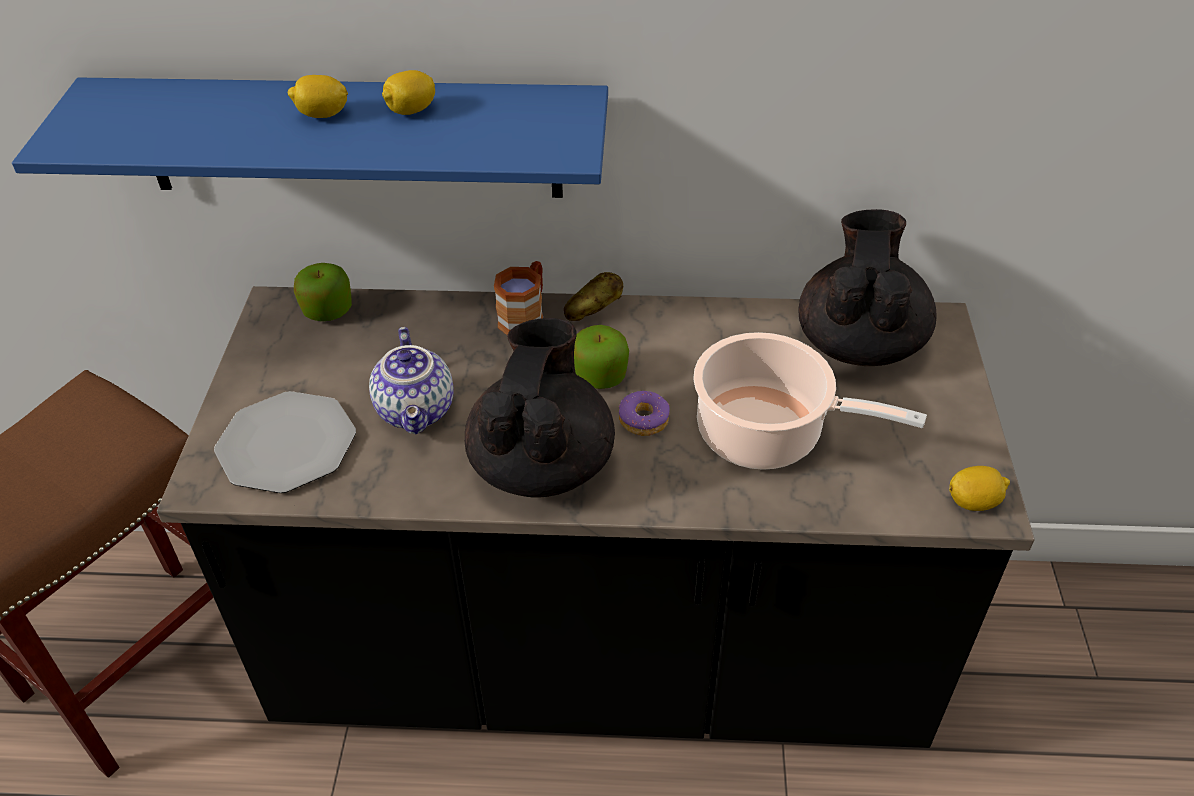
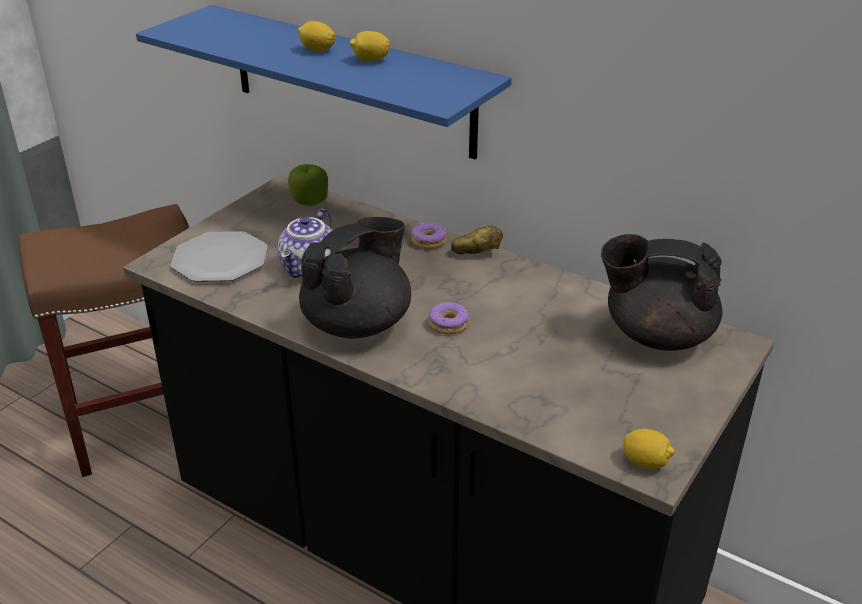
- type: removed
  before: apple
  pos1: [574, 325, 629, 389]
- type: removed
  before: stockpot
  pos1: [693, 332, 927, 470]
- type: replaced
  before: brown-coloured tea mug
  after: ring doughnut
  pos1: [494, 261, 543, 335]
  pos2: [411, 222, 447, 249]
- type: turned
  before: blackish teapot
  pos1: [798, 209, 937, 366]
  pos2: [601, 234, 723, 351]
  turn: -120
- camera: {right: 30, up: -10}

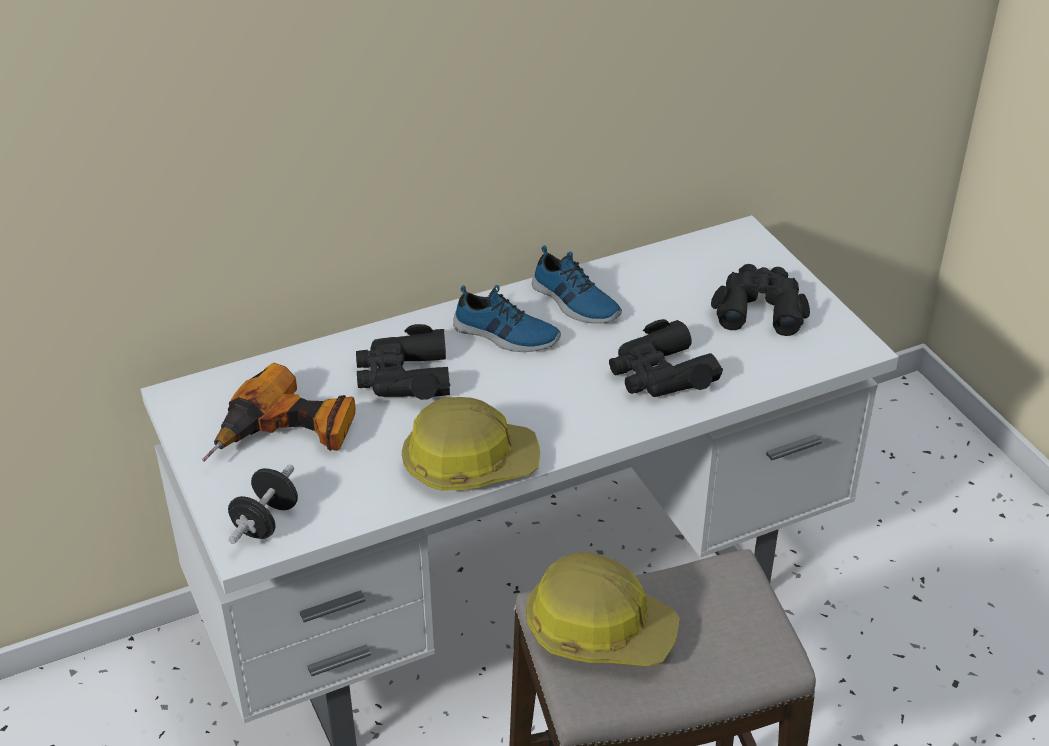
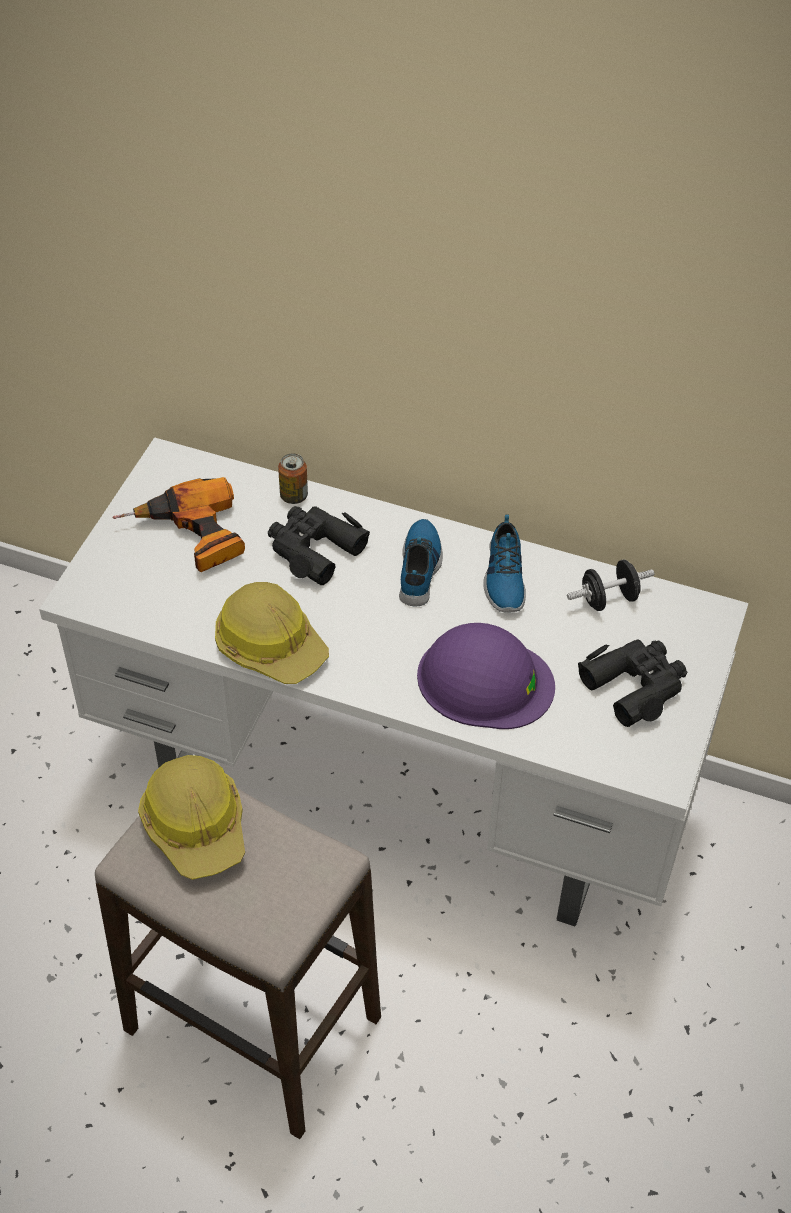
- type: added
  after: can
  pos2: [278, 454, 308, 504]
- type: moved
  before: blackish free weight
  pos1: [228, 465, 298, 544]
  pos2: [567, 560, 654, 611]
- type: replaced
  before: blackish binoculars
  after: purplish hard hat
  pos1: [609, 319, 723, 397]
  pos2: [417, 623, 555, 729]
- type: turned
  before: low shoe
  pos1: [453, 285, 561, 352]
  pos2: [399, 519, 443, 607]
  turn: -150
- camera: {right: 45, up: 10}

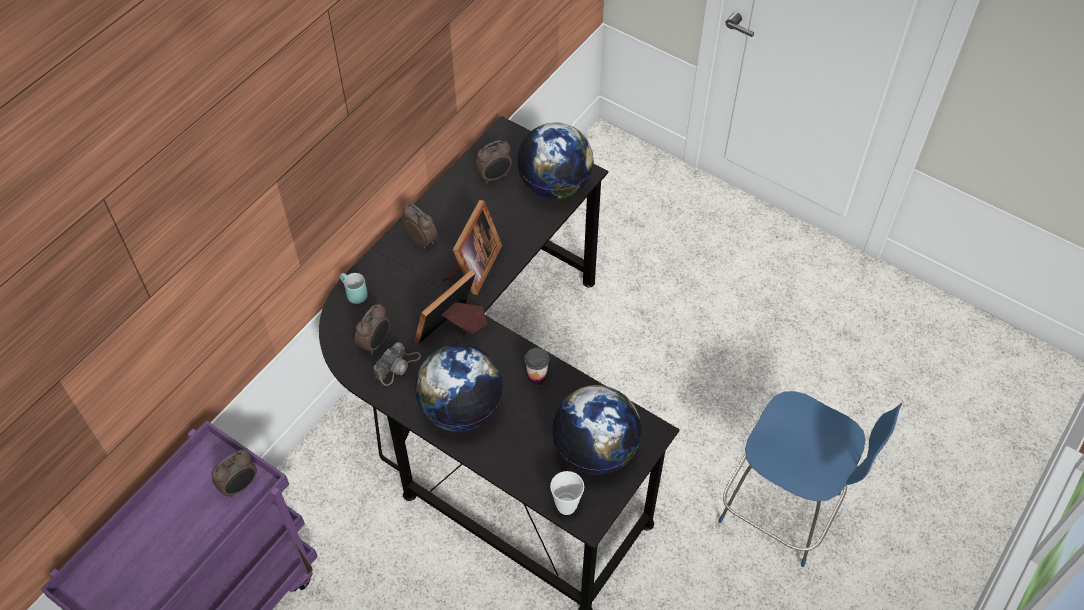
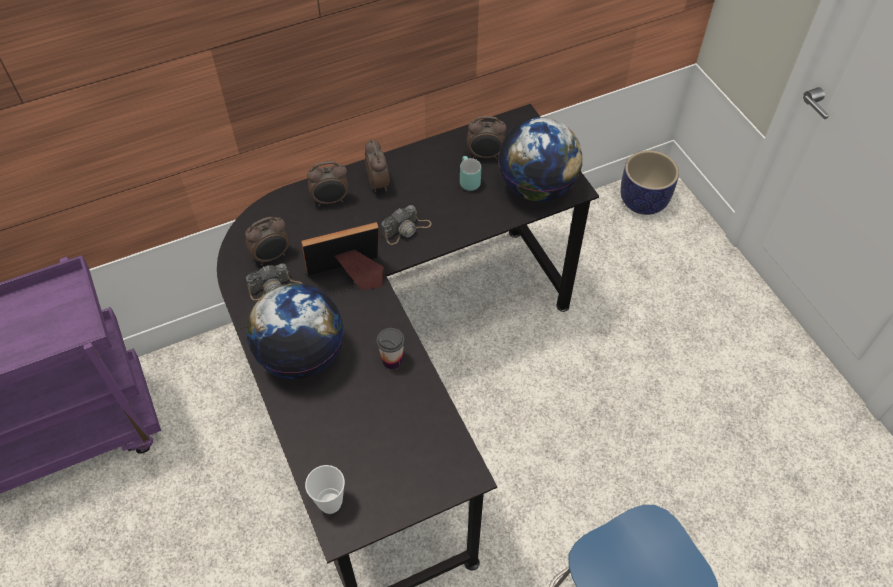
- type: removed
  before: globe
  pos1: [552, 385, 642, 475]
- type: added
  after: planter
  pos2: [620, 150, 679, 215]
- type: moved
  before: alarm clock
  pos1: [212, 450, 257, 498]
  pos2: [307, 161, 348, 206]
- type: moved
  before: turquoise tea mug
  pos1: [340, 273, 368, 304]
  pos2: [460, 156, 481, 191]
- type: replaced
  before: photo frame
  after: still camera
  pos1: [444, 200, 502, 295]
  pos2: [381, 205, 432, 245]
- camera: {right: 30, up: 0}

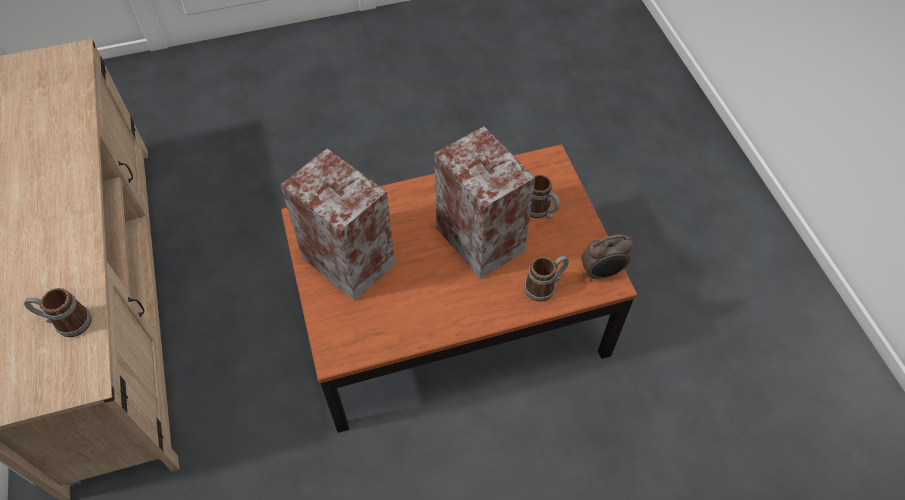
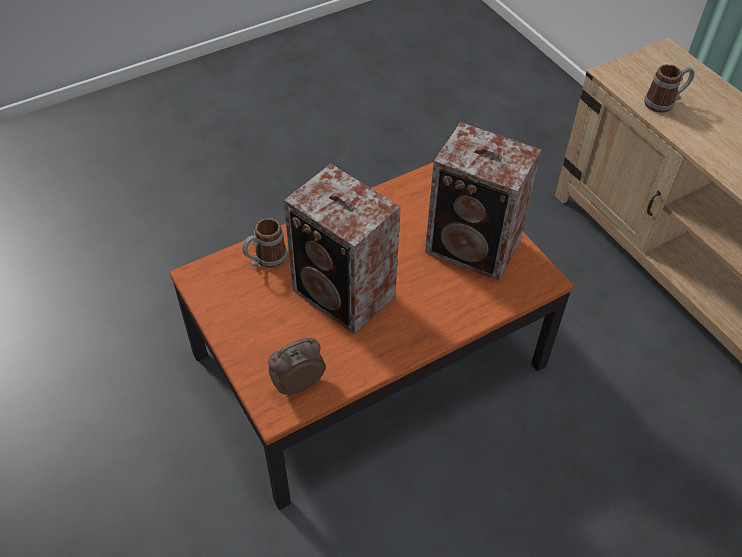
- type: removed
  before: tea mug
  pos1: [530, 175, 560, 219]
- type: moved
  before: alarm clock
  pos1: [581, 234, 633, 281]
  pos2: [268, 337, 326, 397]
- camera: {right: 165, up: -5}

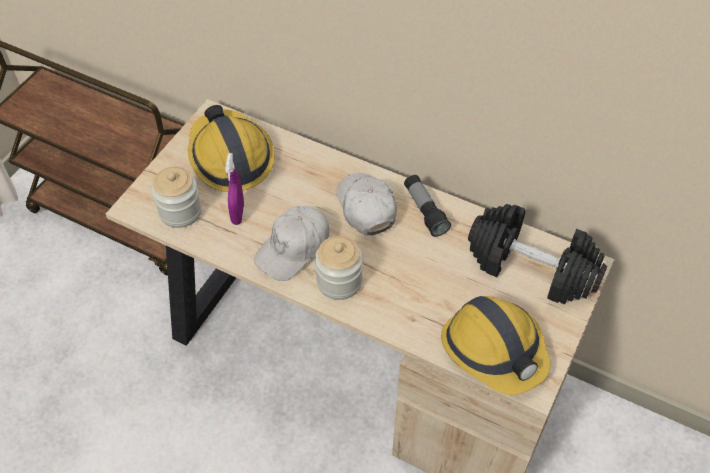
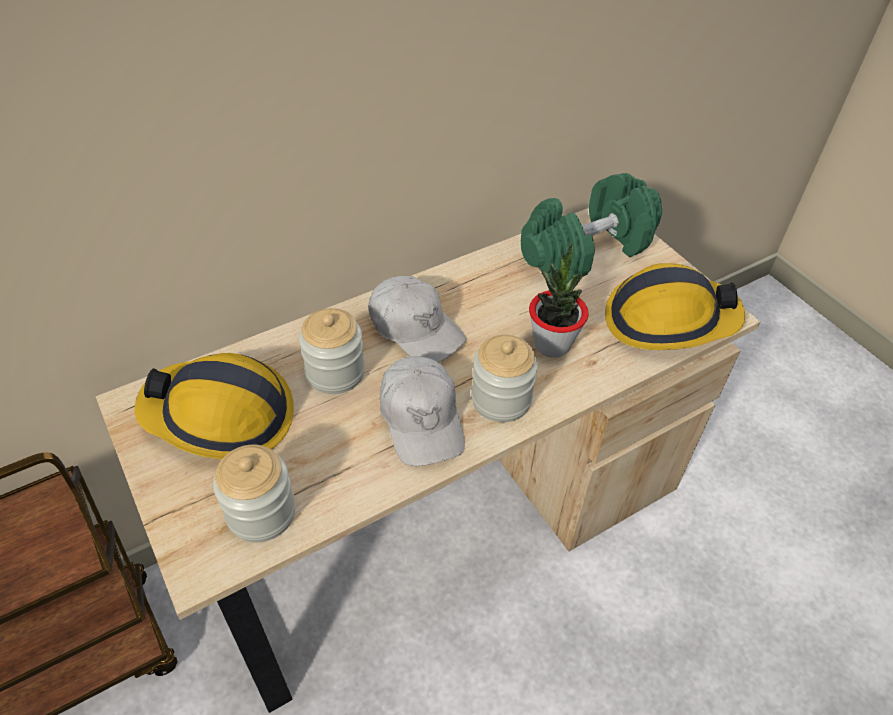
- type: removed
  before: purplish sprayer
  pos1: [225, 153, 244, 225]
- type: removed
  before: hand torch
  pos1: [404, 175, 451, 237]
- type: added
  after: storage jar
  pos2: [299, 308, 365, 394]
- type: added
  after: potted plant
  pos2: [529, 243, 589, 358]
- type: recoloured
  before: blackish free weight
  after: green free weight
  pos1: [468, 204, 607, 304]
  pos2: [521, 173, 662, 283]
- type: turned
  before: white cap
  pos1: [337, 173, 397, 236]
  pos2: [368, 276, 466, 363]
  turn: -150
- camera: {right: -60, up: -5}

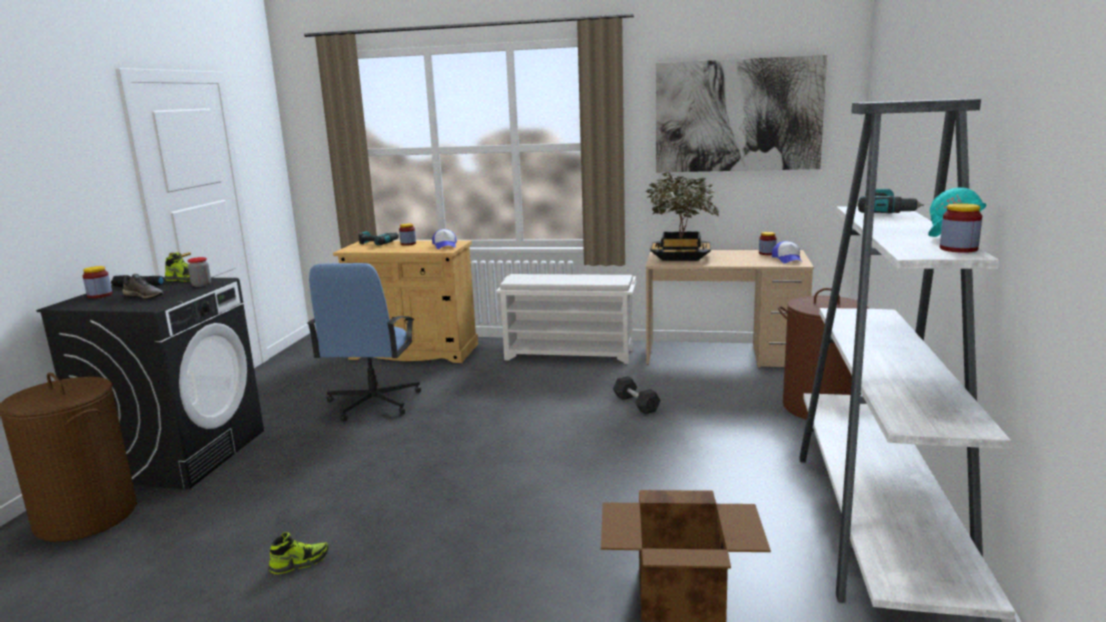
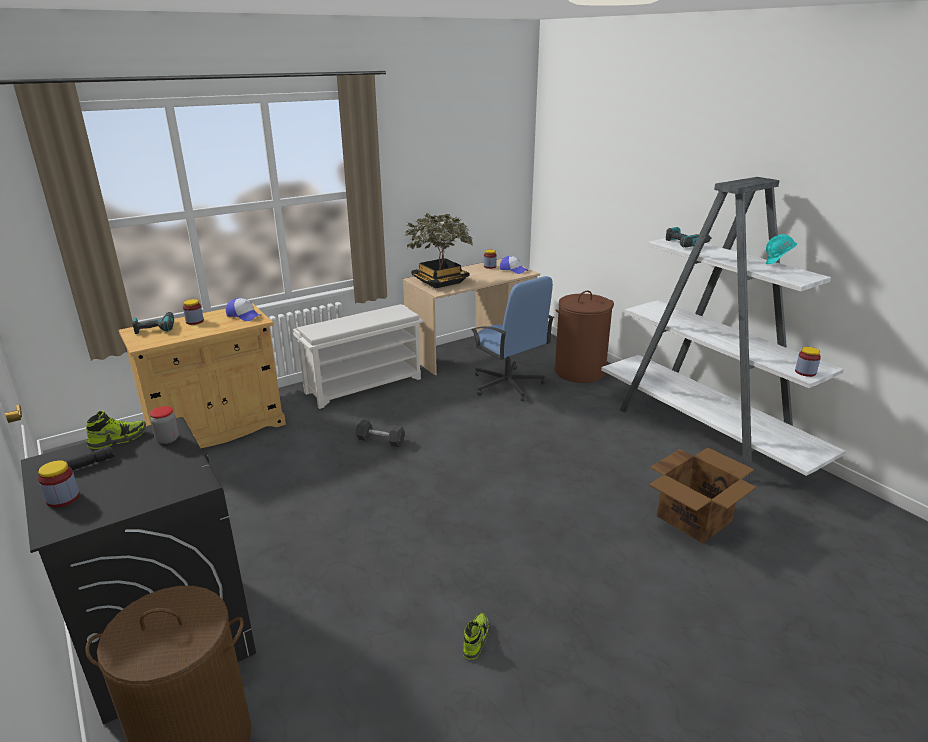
- type: removed
  before: greyish low shoe
  pos1: [122, 274, 164, 299]
- type: removed
  before: picture
  pos1: [656, 55, 827, 172]
- type: moved
  before: blue-coloured office chair
  pos1: [307, 263, 421, 421]
  pos2: [471, 276, 554, 401]
- type: moved
  before: greyish free weight
  pos1: [613, 376, 661, 414]
  pos2: [356, 419, 405, 447]
- type: moved
  before: storage jar
  pos1: [940, 203, 982, 253]
  pos2: [795, 347, 821, 377]
- camera: {right: -45, up: 10}

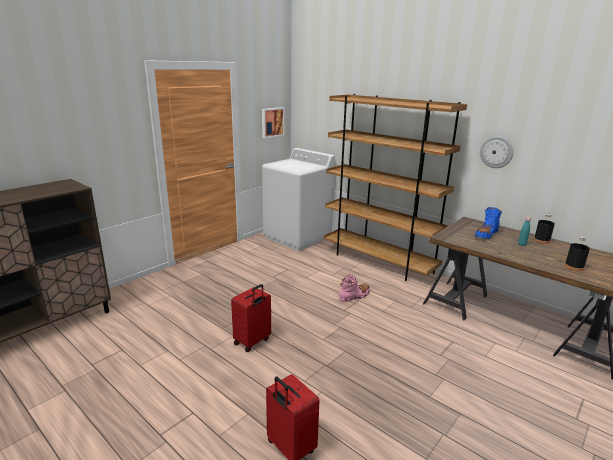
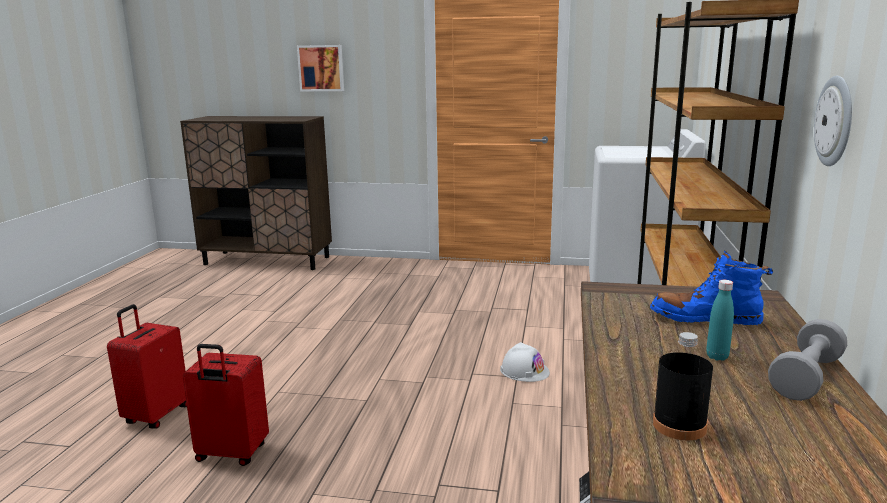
- type: moved
  before: red suitcase
  pos1: [231, 284, 271, 352]
  pos2: [183, 344, 269, 466]
- type: moved
  before: picture
  pos1: [262, 107, 285, 138]
  pos2: [297, 45, 344, 91]
- type: replaced
  before: pink-coloured high-top boot
  after: white hard hat
  pos1: [339, 274, 370, 302]
  pos2: [500, 342, 550, 382]
- type: replaced
  before: blackish drink bottle
  after: greyish free weight
  pos1: [534, 214, 555, 244]
  pos2: [768, 319, 847, 401]
- camera: {right: 60, up: -5}

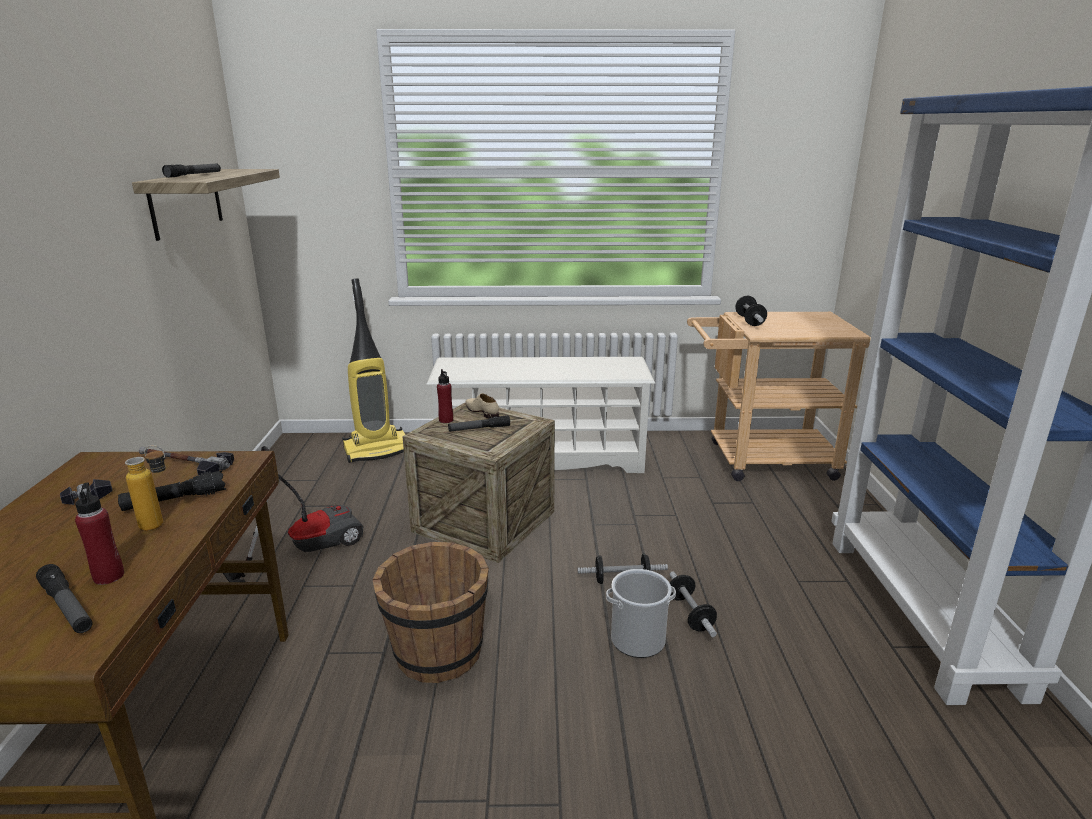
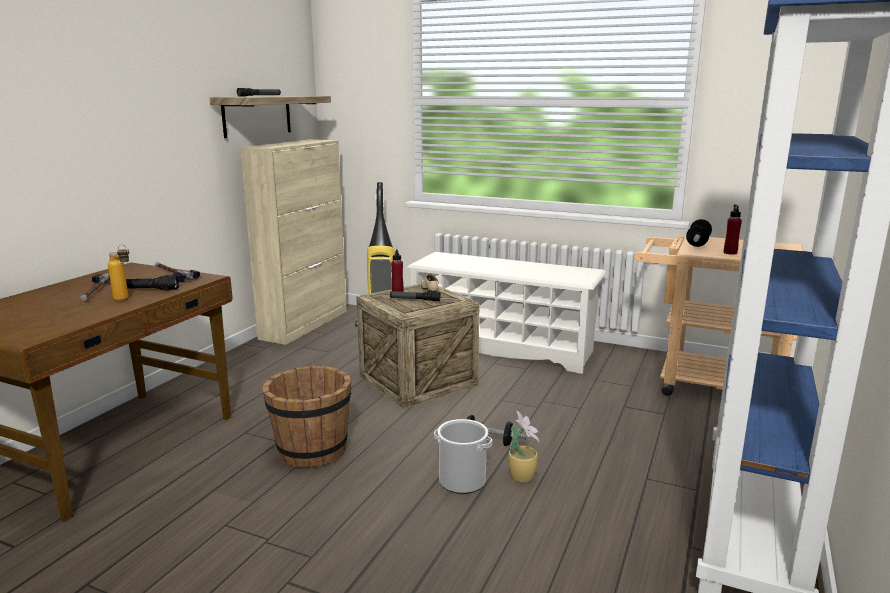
- type: removed
  before: hand torch
  pos1: [36, 564, 93, 633]
- type: removed
  before: hoover
  pos1: [223, 446, 363, 582]
- type: added
  after: beige-coloured cupboard
  pos2: [240, 139, 347, 345]
- type: moved
  before: red drink bottle
  pos1: [75, 482, 124, 585]
  pos2: [724, 204, 742, 255]
- type: replaced
  before: free weight
  after: potted plant
  pos1: [669, 571, 717, 637]
  pos2: [508, 410, 539, 483]
- camera: {right: 25, up: -5}

